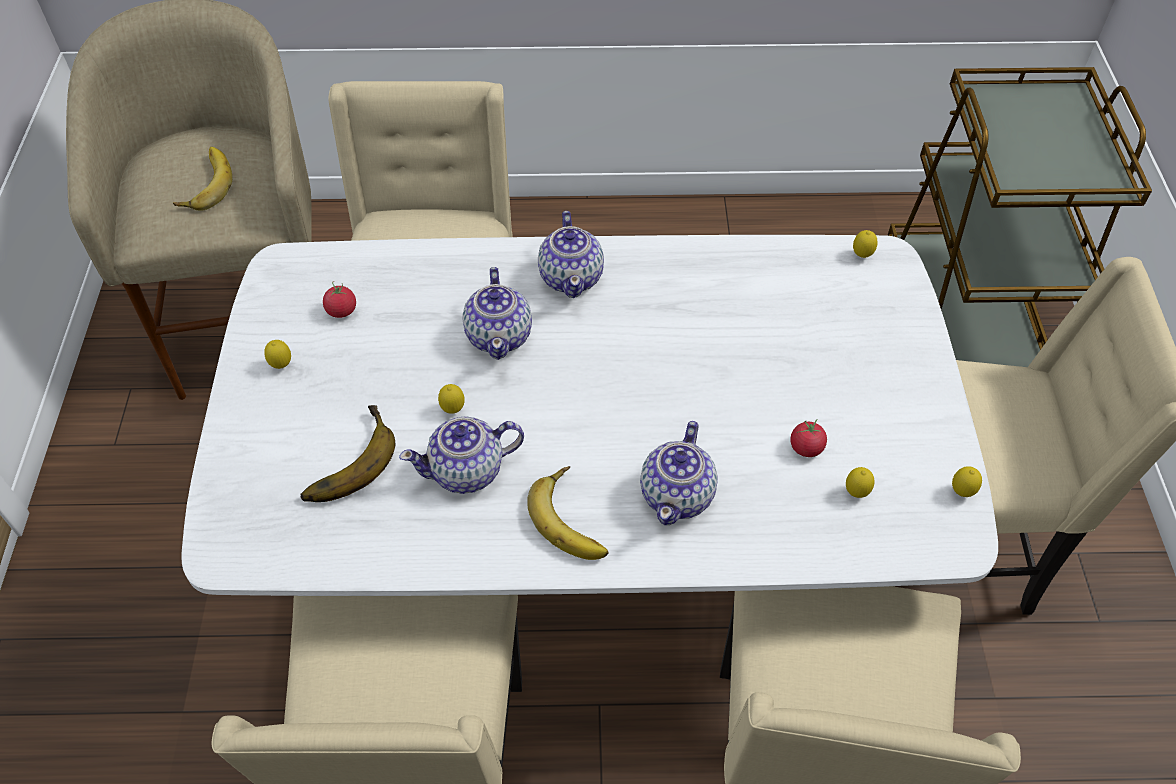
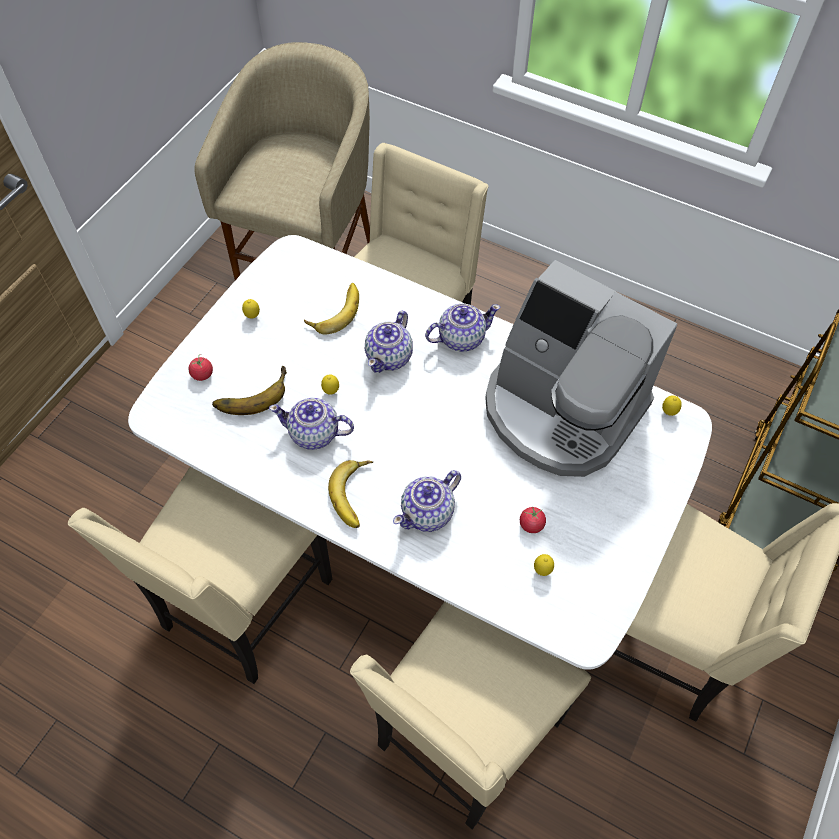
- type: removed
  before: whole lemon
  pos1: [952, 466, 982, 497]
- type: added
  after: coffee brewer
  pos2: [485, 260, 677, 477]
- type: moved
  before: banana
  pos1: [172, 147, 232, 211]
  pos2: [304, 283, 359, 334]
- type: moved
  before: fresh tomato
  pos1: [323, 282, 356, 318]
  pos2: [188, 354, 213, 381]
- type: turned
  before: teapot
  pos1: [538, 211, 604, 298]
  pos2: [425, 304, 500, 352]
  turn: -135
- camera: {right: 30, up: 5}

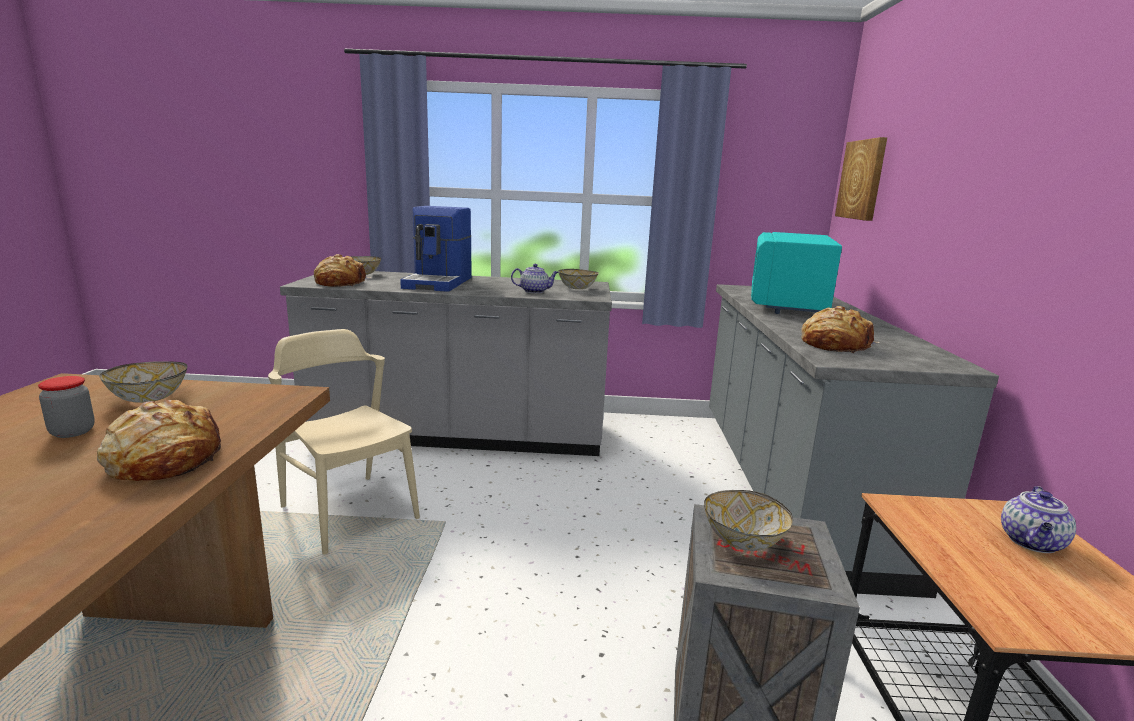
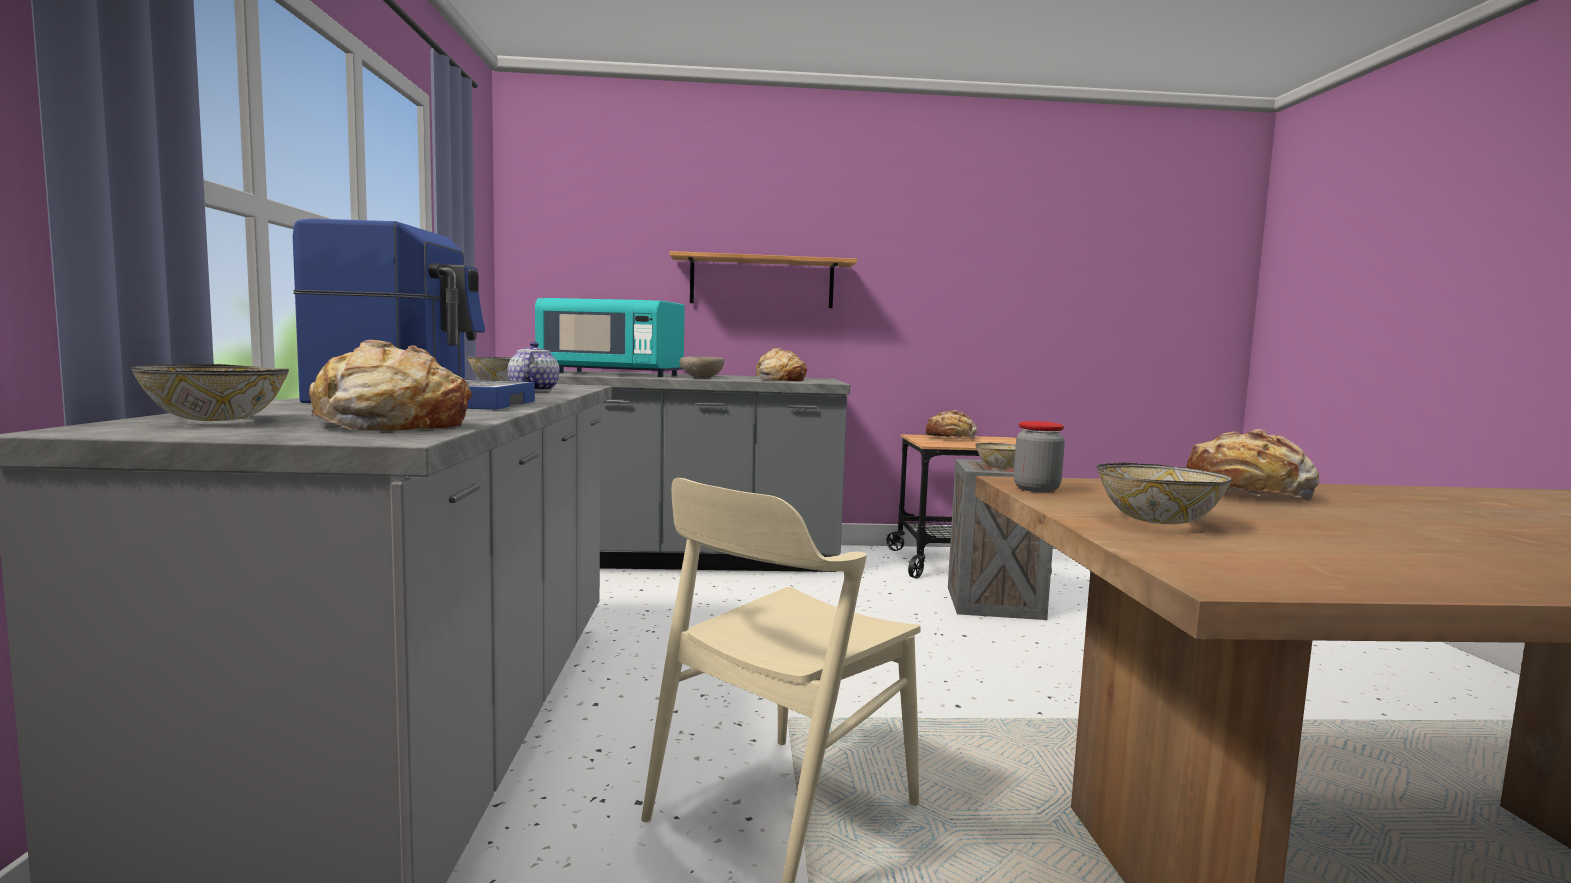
- type: removed
  before: picture
  pos1: [835, 137, 887, 221]
- type: added
  after: wall shelf
  pos2: [670, 251, 857, 308]
- type: added
  after: beige-coloured deep dish
  pos2: [679, 357, 724, 378]
- type: moved
  before: storage jar
  pos1: [38, 376, 95, 438]
  pos2: [1014, 421, 1065, 492]
- type: replaced
  before: teapot
  after: bread
  pos1: [1001, 486, 1076, 553]
  pos2: [926, 410, 977, 439]
- camera: {right: -95, up: -10}

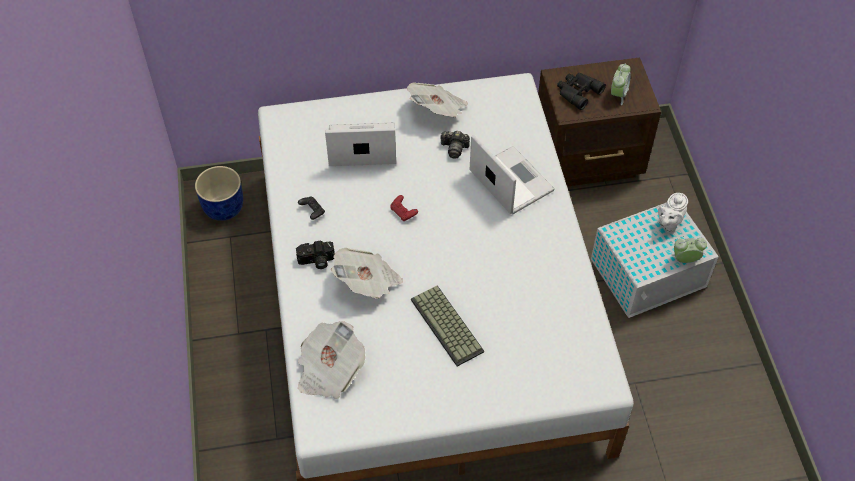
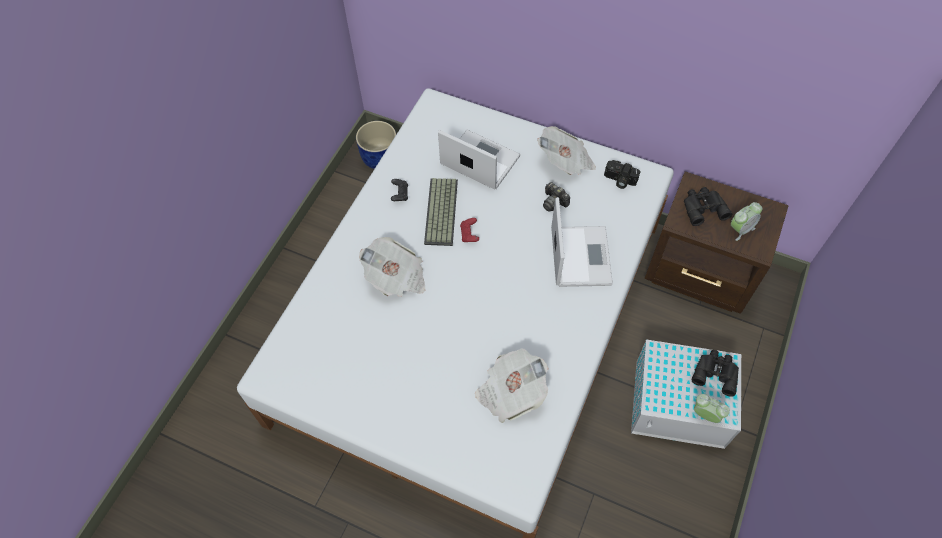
- type: moved
  before: still camera
  pos1: [296, 241, 335, 269]
  pos2: [604, 160, 640, 189]
- type: moved
  before: daily paper
  pos1: [298, 321, 365, 399]
  pos2: [475, 348, 548, 423]
- type: moved
  before: PC keyboard
  pos1: [411, 286, 484, 366]
  pos2: [424, 178, 458, 246]
- type: replaced
  before: white teapot
  after: blackish binoculars
  pos1: [658, 193, 688, 232]
  pos2: [691, 350, 739, 397]
- camera: {right: 35, up: 5}

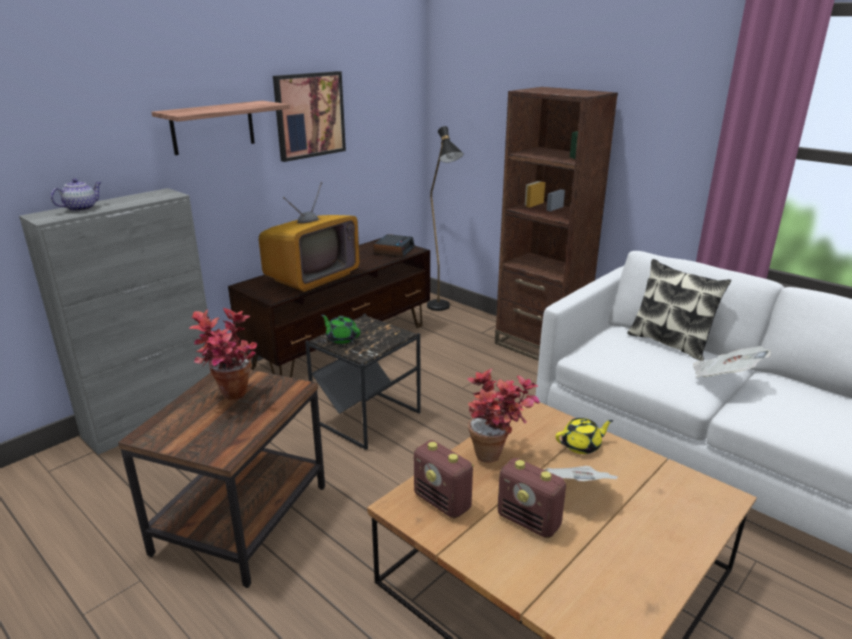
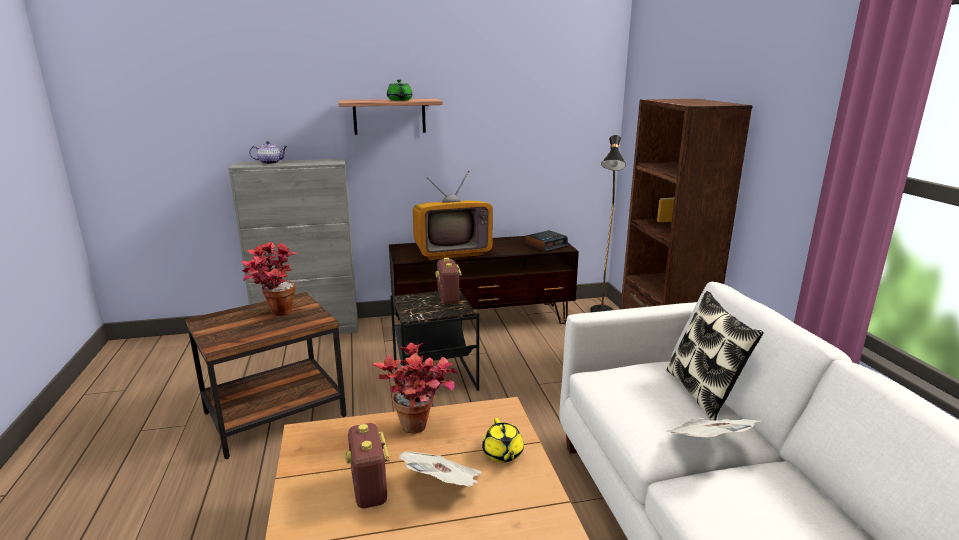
- type: removed
  before: picture
  pos1: [273, 71, 346, 162]
- type: moved
  before: green teapot
  pos1: [322, 314, 360, 344]
  pos2: [387, 80, 412, 101]
- type: moved
  before: radio receiver
  pos1: [414, 440, 474, 519]
  pos2: [435, 258, 462, 304]
- type: turned
  before: yellow-coloured teapot
  pos1: [556, 418, 613, 454]
  pos2: [482, 418, 524, 462]
  turn: 60
- camera: {right: 35, up: -5}

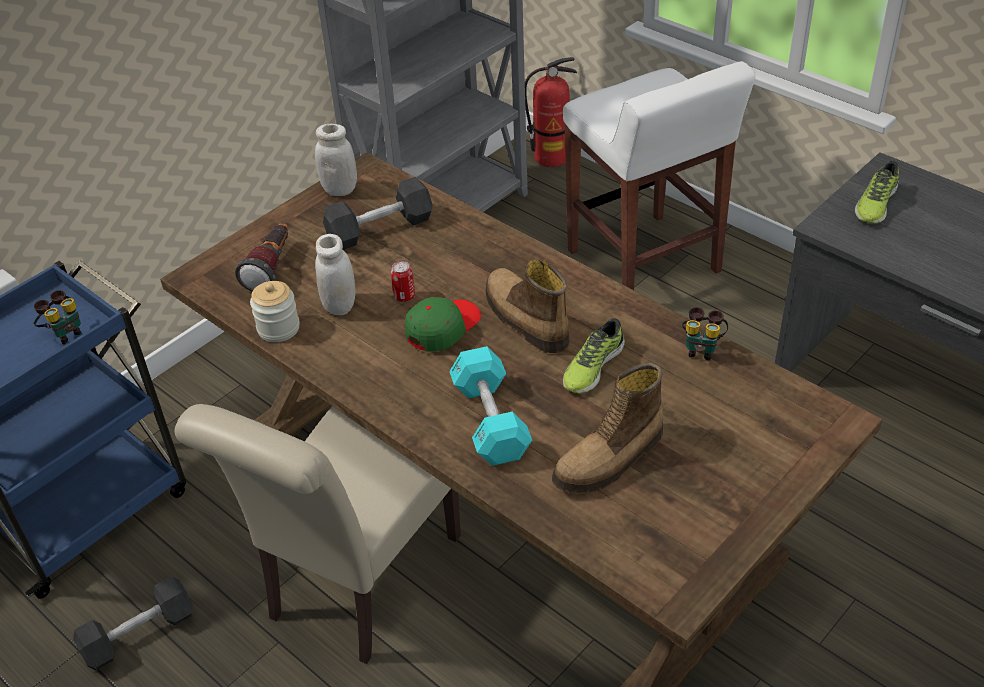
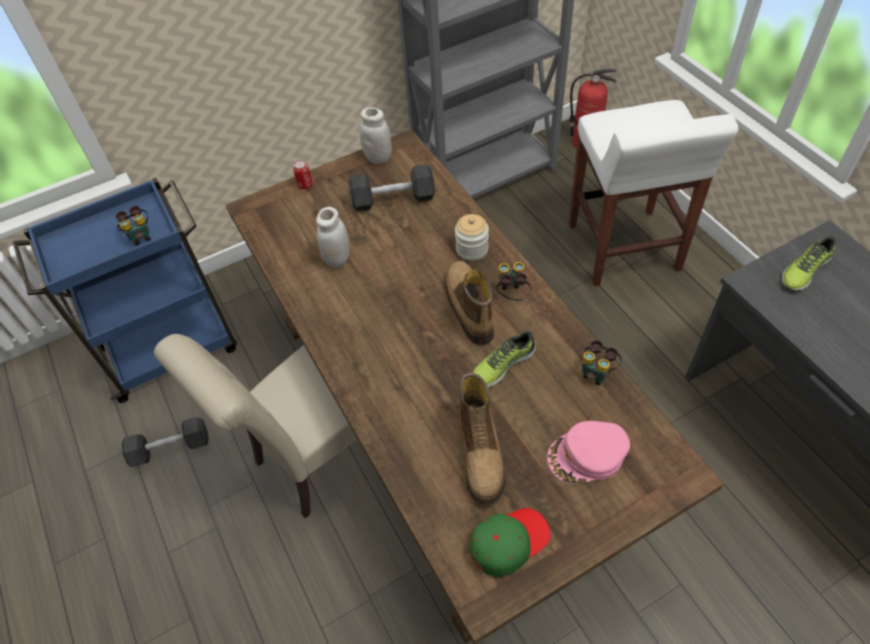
- type: removed
  before: hand torch
  pos1: [235, 223, 288, 292]
- type: removed
  before: turquoise free weight
  pos1: [449, 346, 532, 466]
- type: added
  after: binoculars
  pos2: [495, 262, 531, 300]
- type: added
  after: pink-coloured cap
  pos2: [547, 421, 630, 483]
- type: moved
  before: storage jar
  pos1: [250, 281, 300, 342]
  pos2: [455, 214, 489, 261]
- type: moved
  before: can
  pos1: [391, 261, 415, 302]
  pos2: [293, 160, 312, 189]
- type: moved
  before: green cap
  pos1: [405, 297, 481, 352]
  pos2: [470, 508, 551, 577]
- type: turned
  before: high-top boot
  pos1: [552, 363, 663, 493]
  pos2: [459, 372, 505, 506]
  turn: -75
- camera: {right: 20, up: 10}

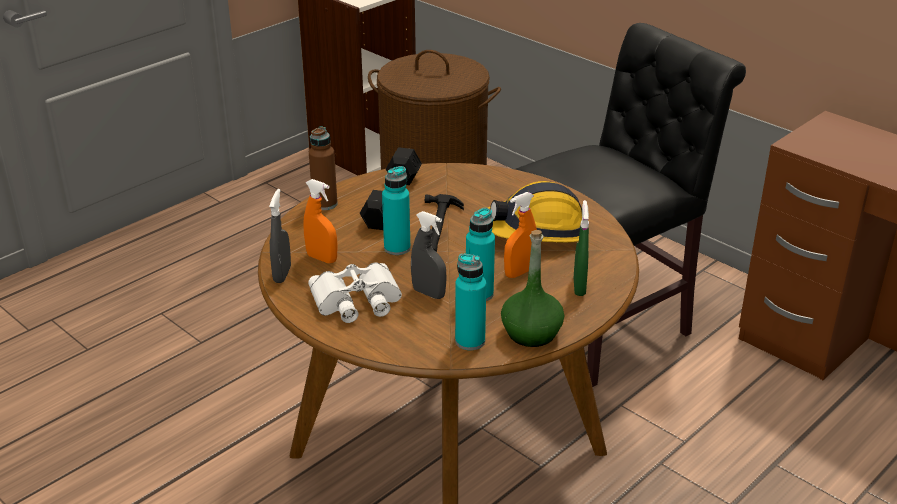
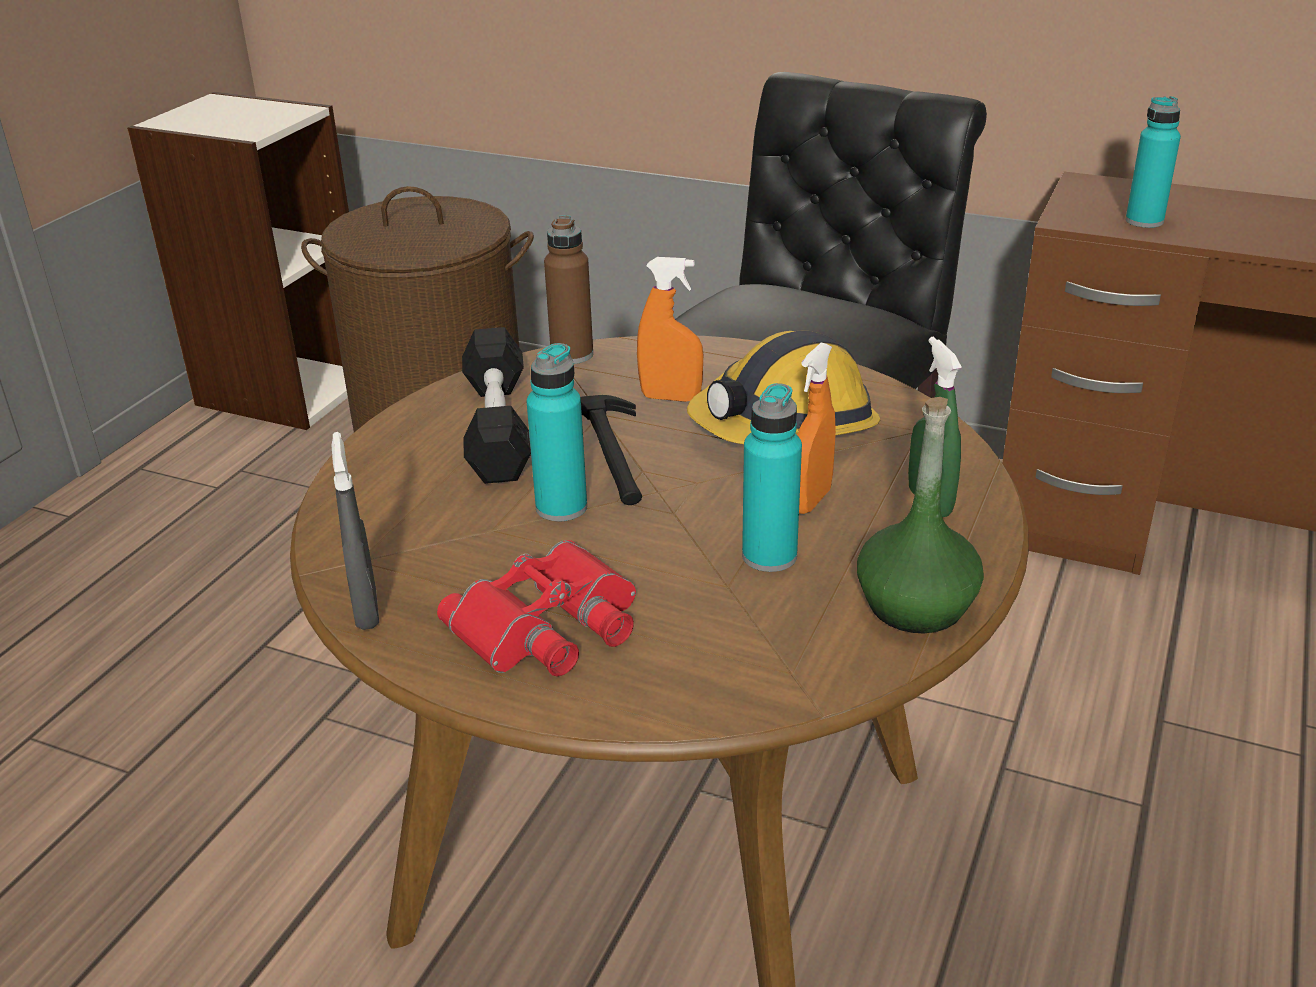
- type: removed
  before: greyish sprayer
  pos1: [411, 211, 447, 299]
- type: moved
  before: orangey sprayer
  pos1: [303, 179, 337, 263]
  pos2: [637, 257, 703, 402]
- type: moved
  before: brown-coloured drink bottle
  pos1: [309, 127, 338, 210]
  pos2: [544, 215, 593, 364]
- type: moved
  before: turquoise drink bottle
  pos1: [455, 254, 486, 350]
  pos2: [1126, 96, 1181, 228]
- type: recoloured
  before: white binoculars
  after: red binoculars
  pos1: [308, 262, 402, 323]
  pos2: [437, 540, 636, 677]
- camera: {right: -20, up: 0}

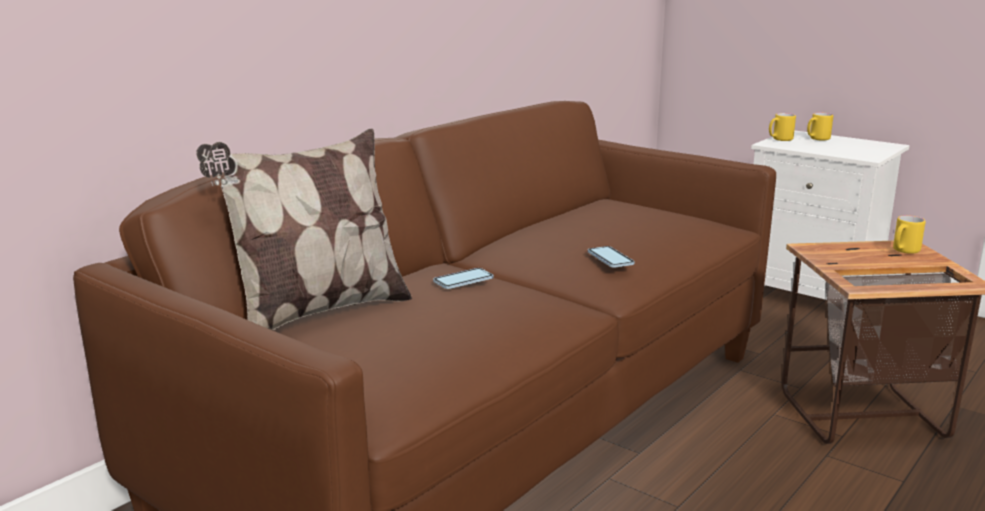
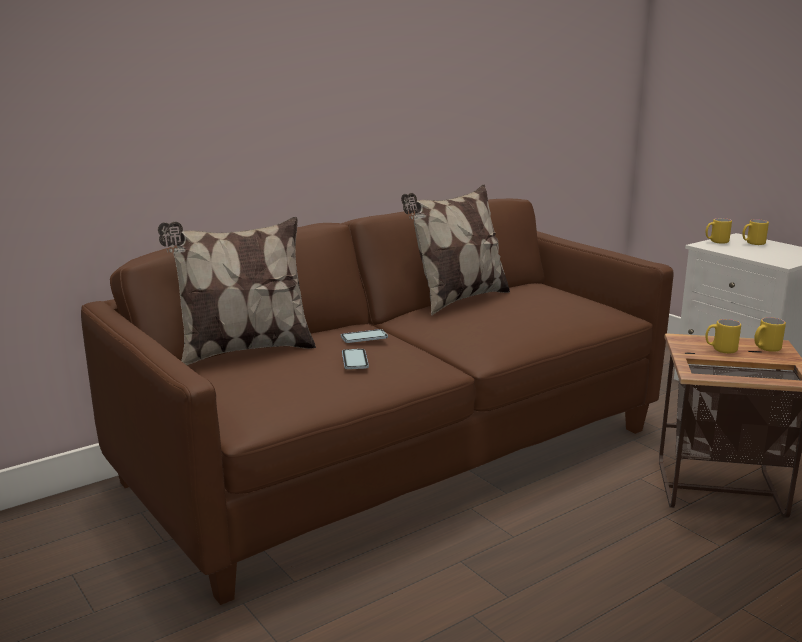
- type: added
  after: pillow
  pos2: [401, 185, 510, 316]
- type: added
  after: yellow-coloured tea mug
  pos2: [705, 319, 741, 353]
- type: moved
  before: handset
  pos1: [588, 246, 635, 268]
  pos2: [342, 349, 369, 369]
- camera: {right: 15, up: 0}

